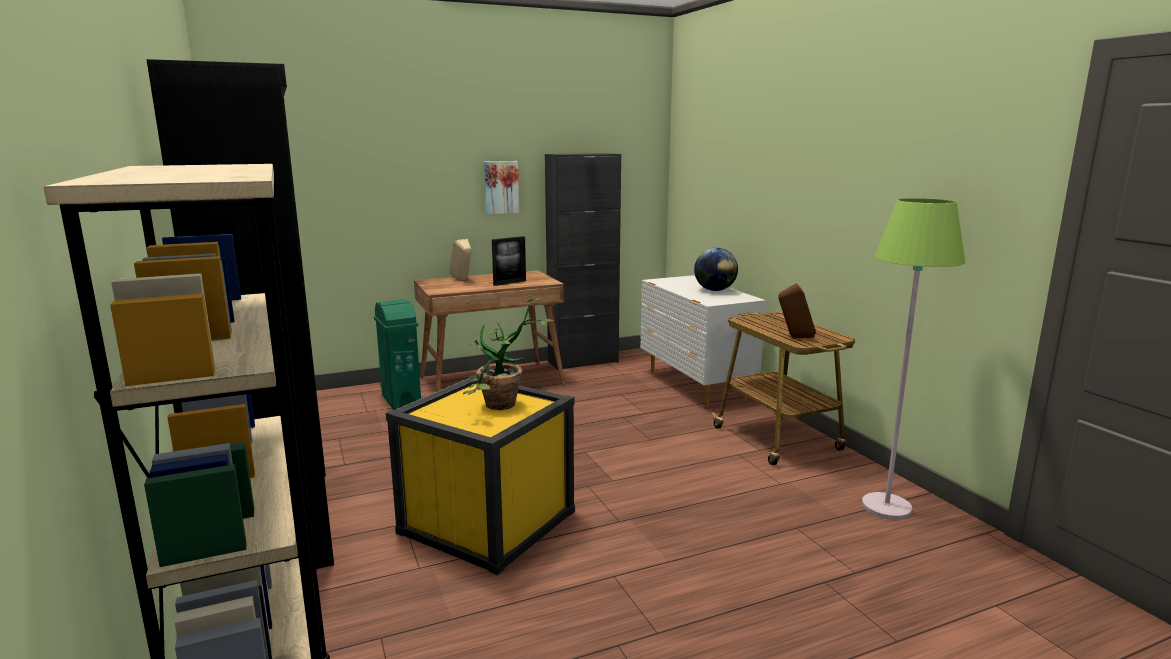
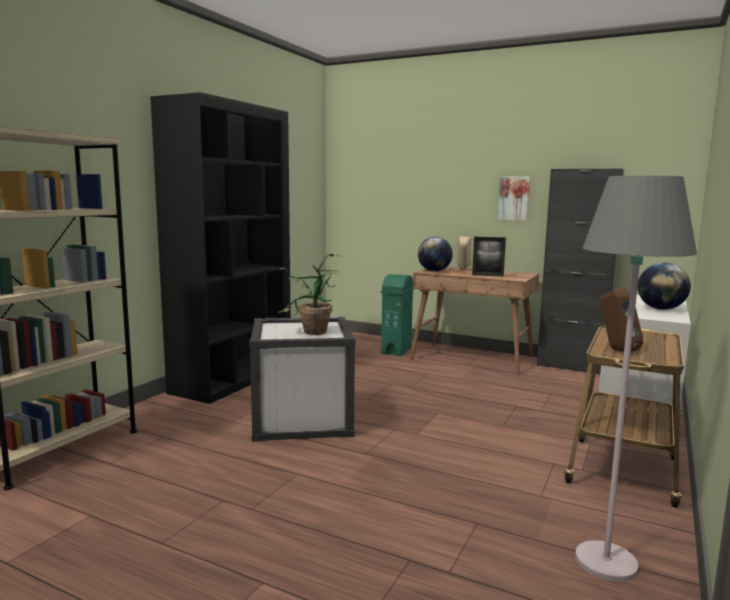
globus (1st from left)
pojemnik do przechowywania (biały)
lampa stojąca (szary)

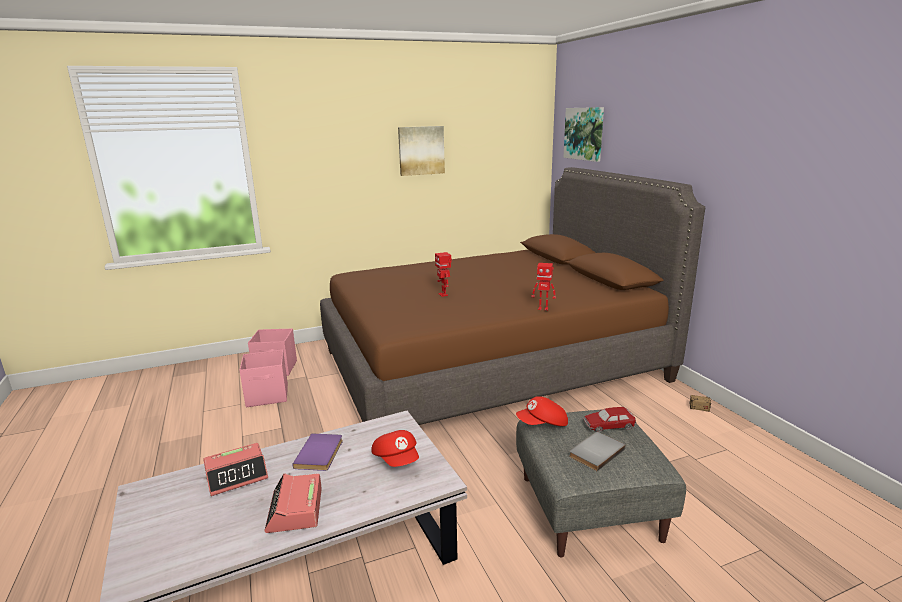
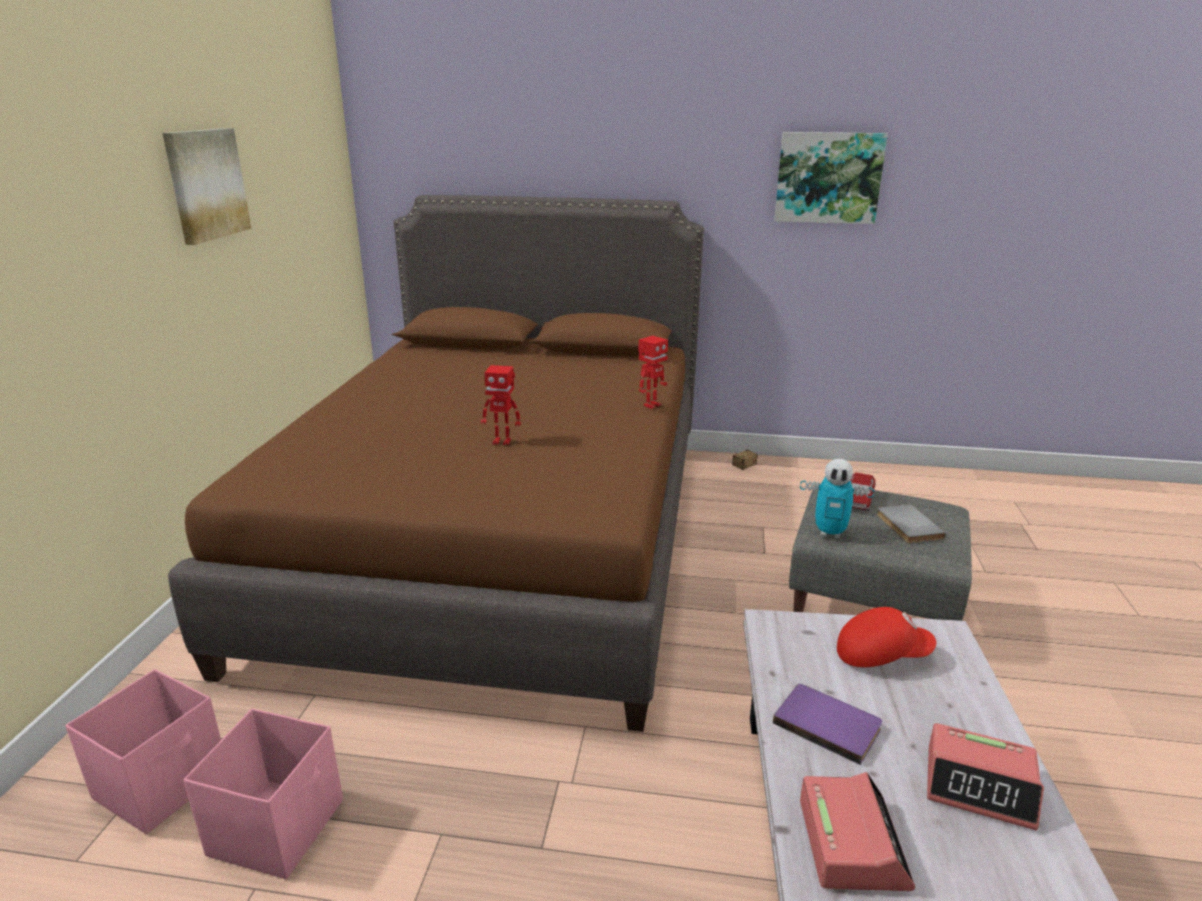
obraz (2nd from left)
robot zabawkowy (3rd from left)

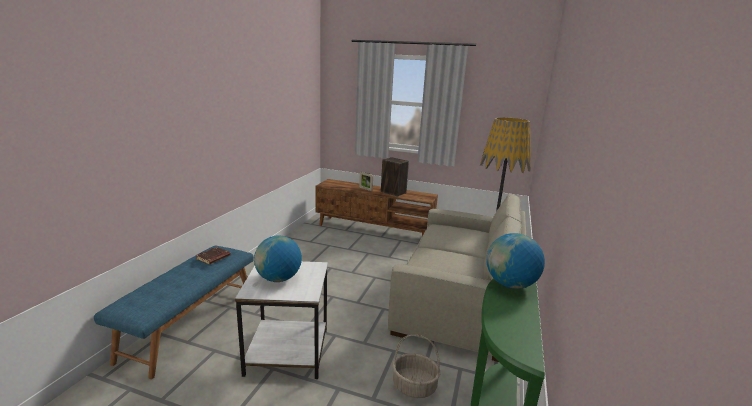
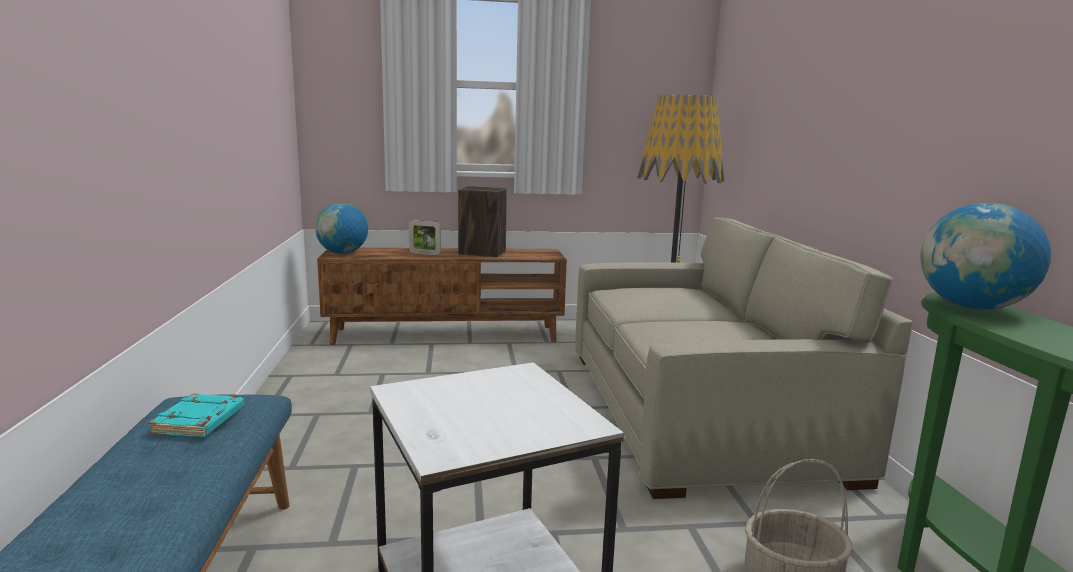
globus (1st from left)
książka (turkusowy)

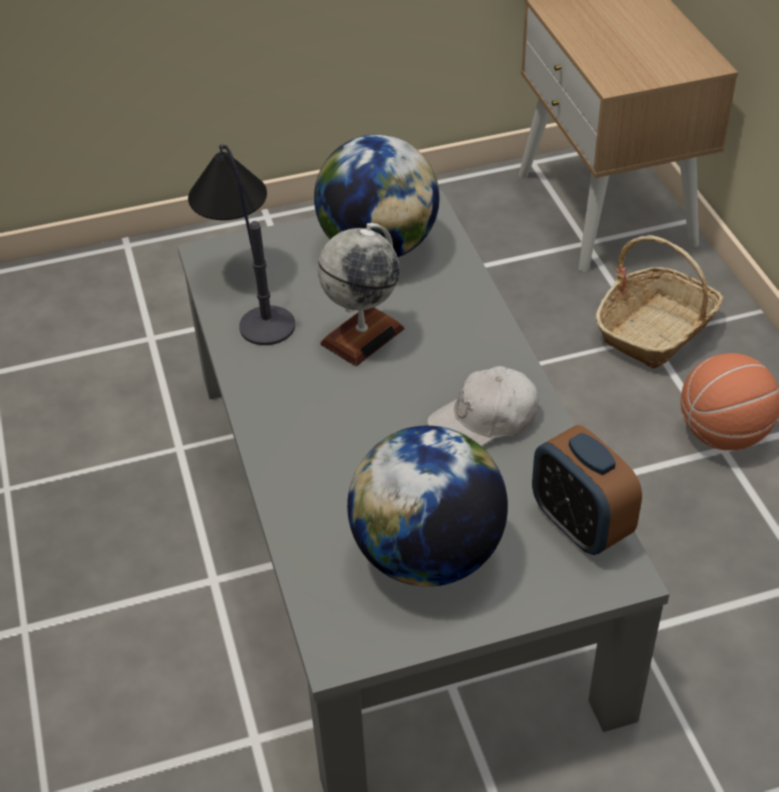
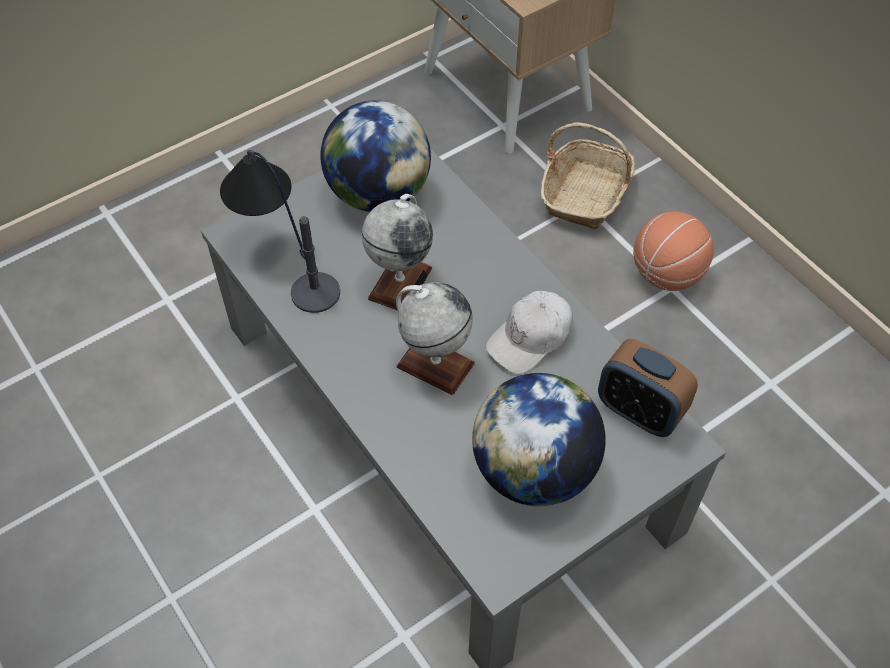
globus (3rd from left)

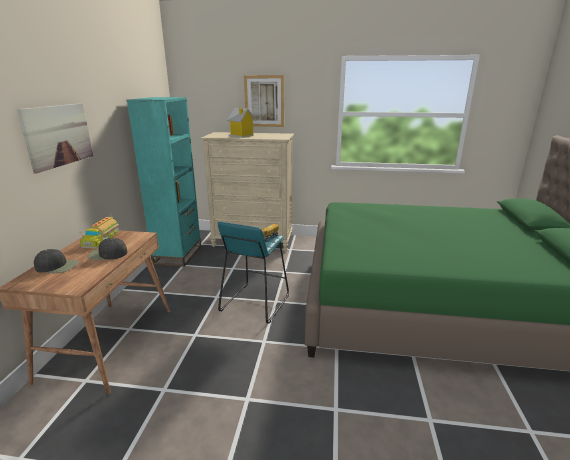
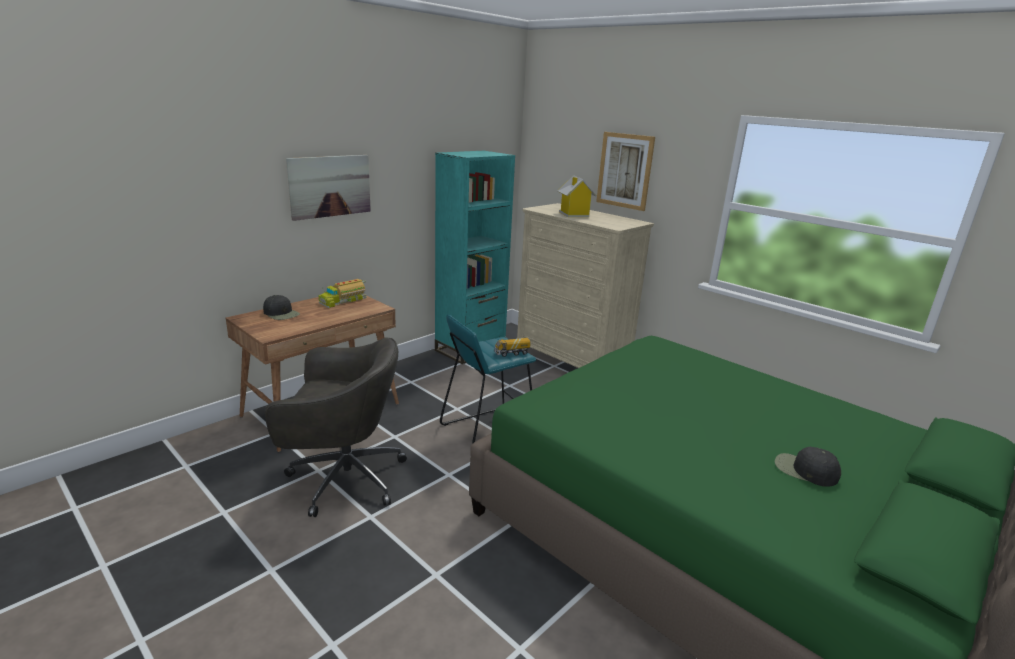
krzesło biurowe (szary)
czapka z daszkiem (czarny) (2nd from left)

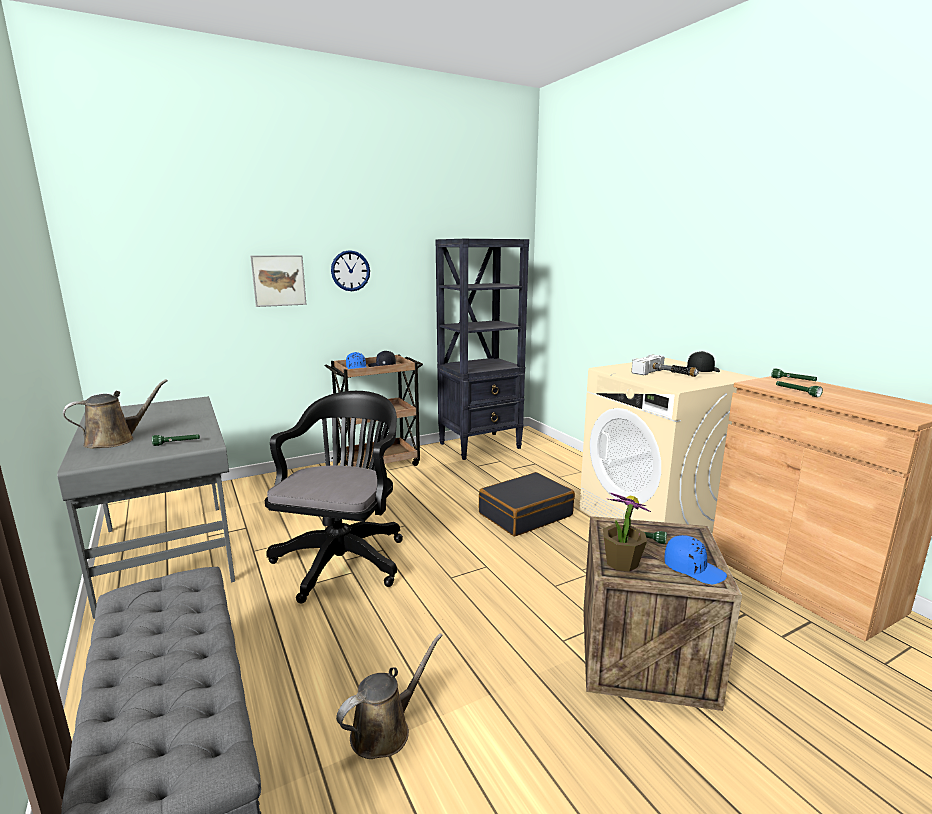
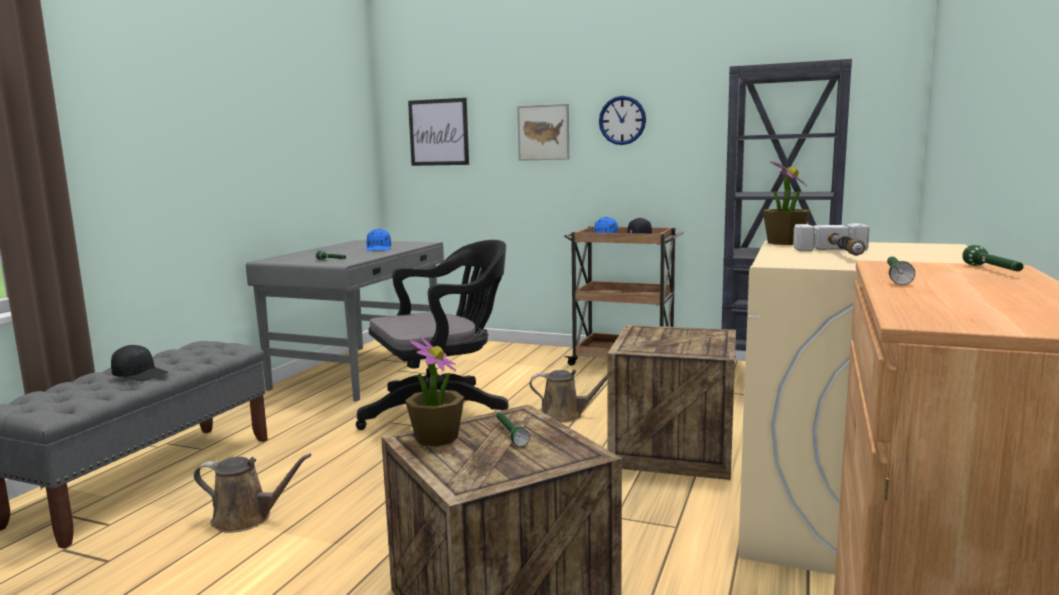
obraz (1st from left)
roślina doniczkowa (2nd from left)
konewka (brązowy) (2nd from left)
czapka z daszkiem (niebieski) (1st from left)
czapka z daszkiem (czarny) (1st from left)
skrzynka (2nd from left)

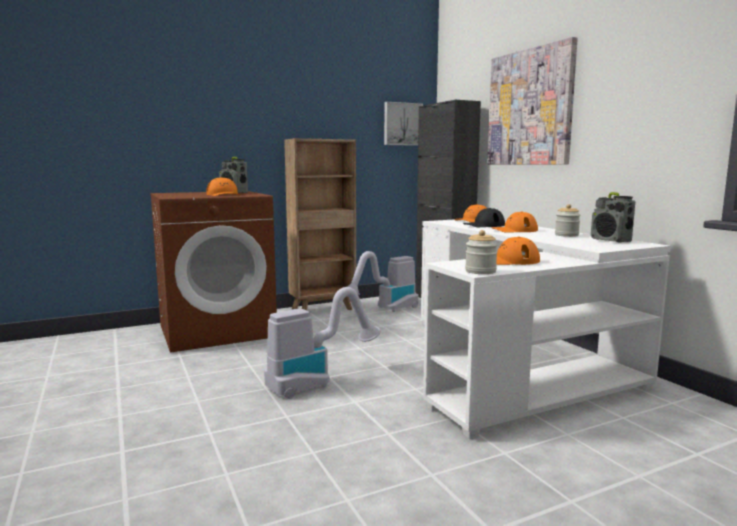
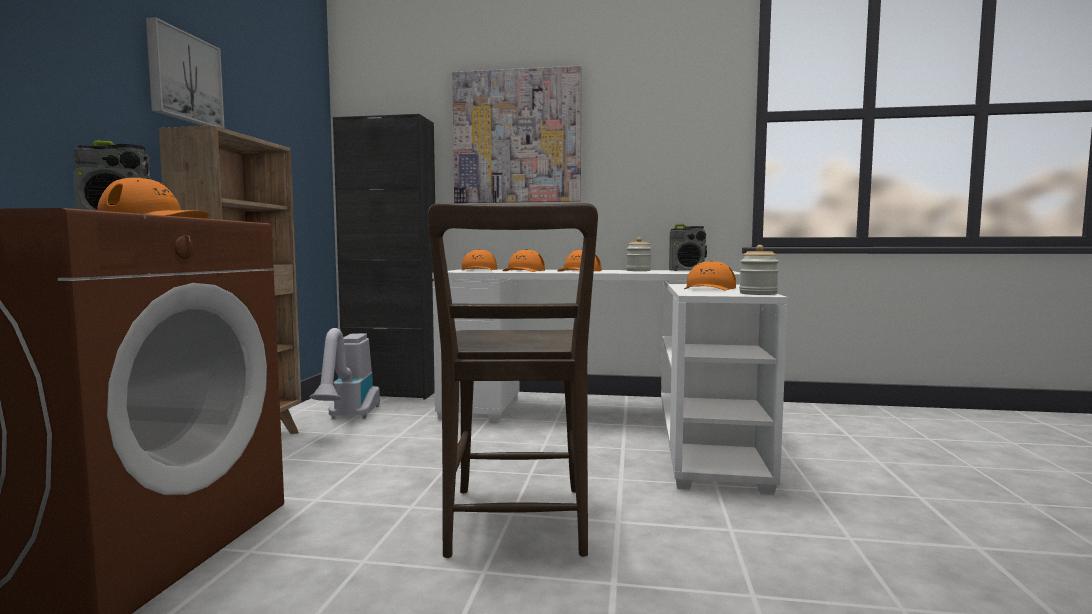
obraz (1st from left)
krzesło (brązowy)
czapka z daszkiem (pomarańczowy) (3rd from left)

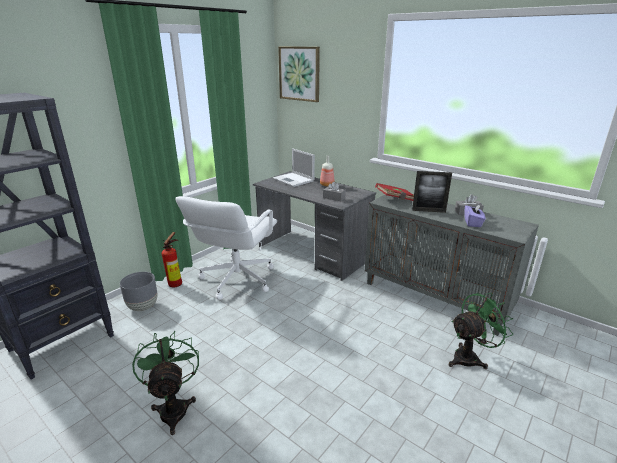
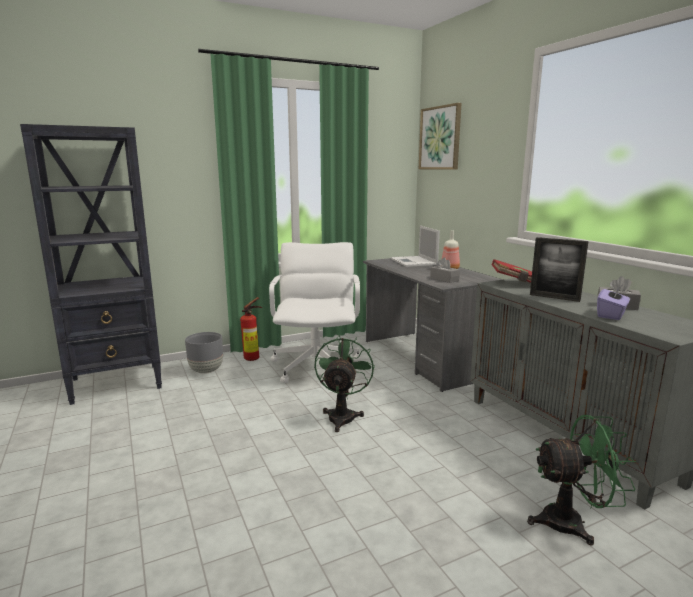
wentylator (zielony) (1st from left)
krzesło biurowe (biały)

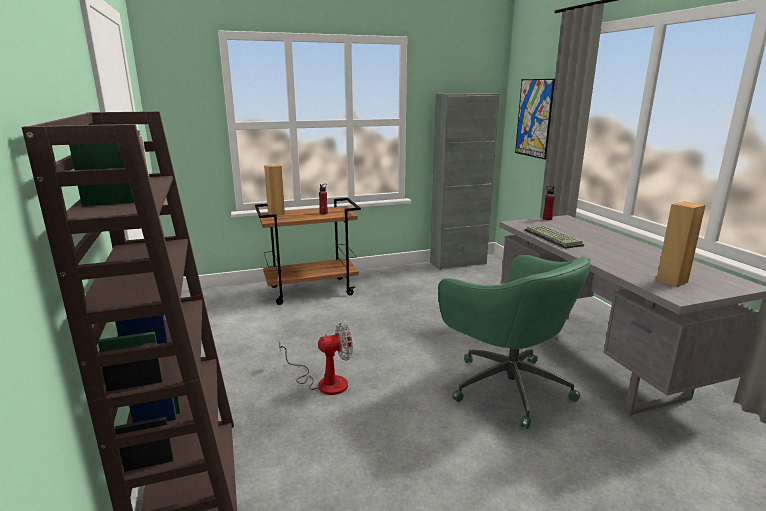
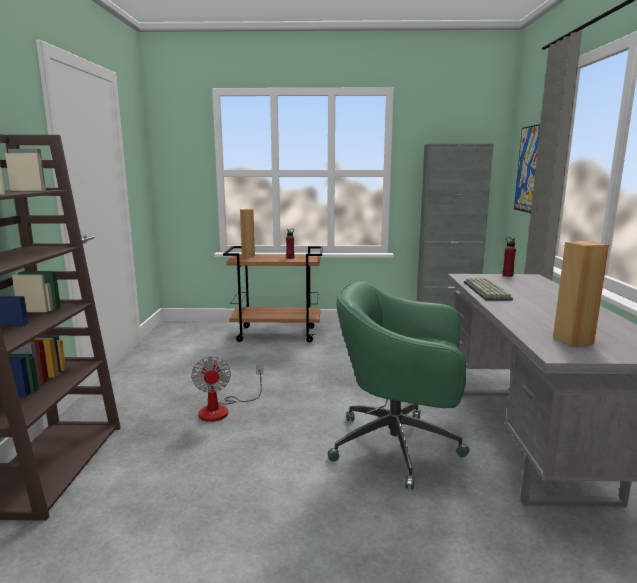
wentylator
krzesło biurowe (zielony)

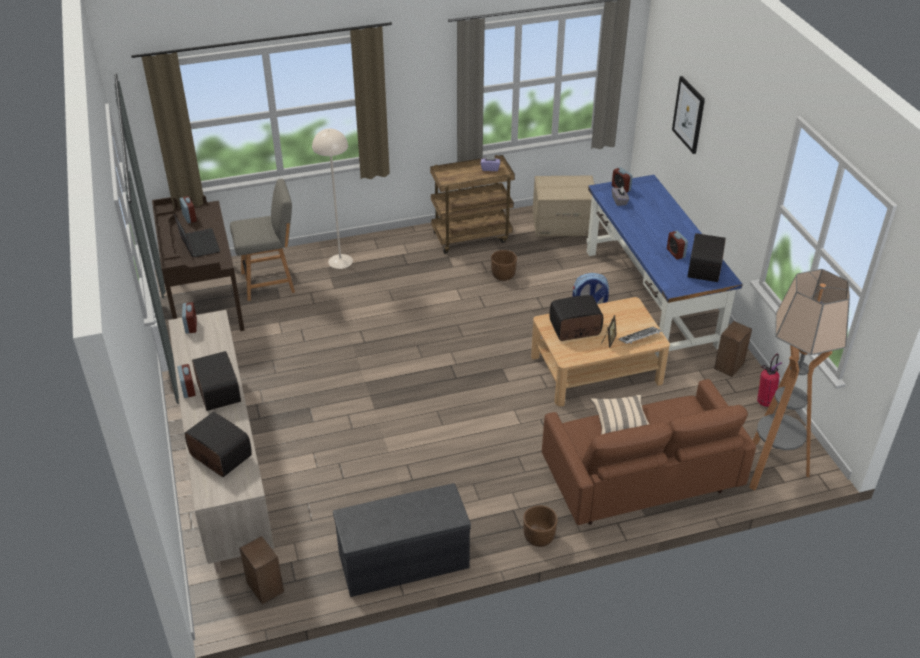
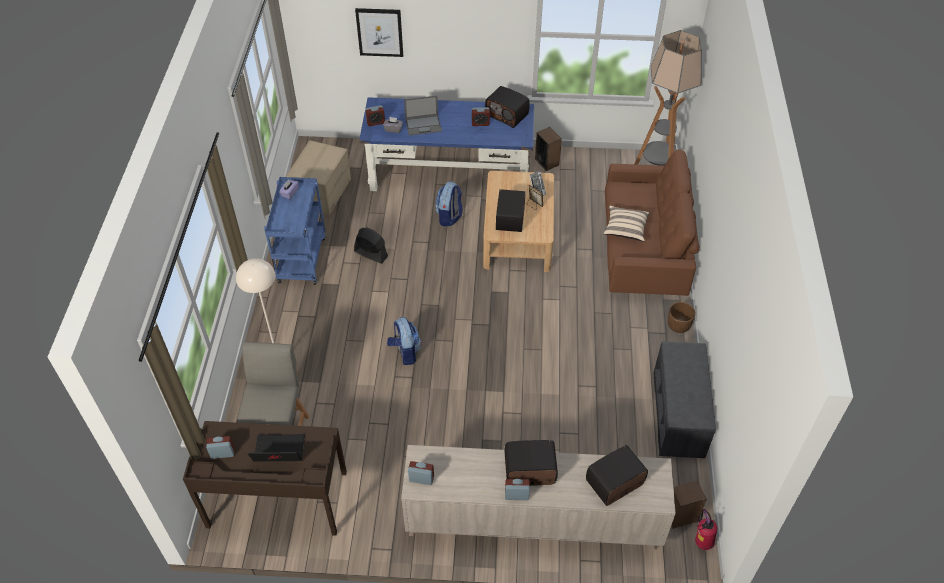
plecak (1st from left)
laptop (2nd from left)
gaśnica
wentylator (czarny)
wózek (niebieski)

